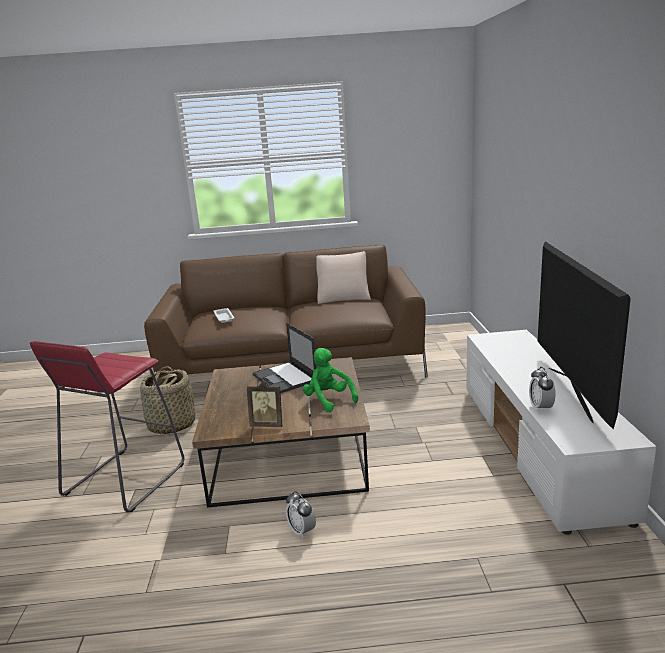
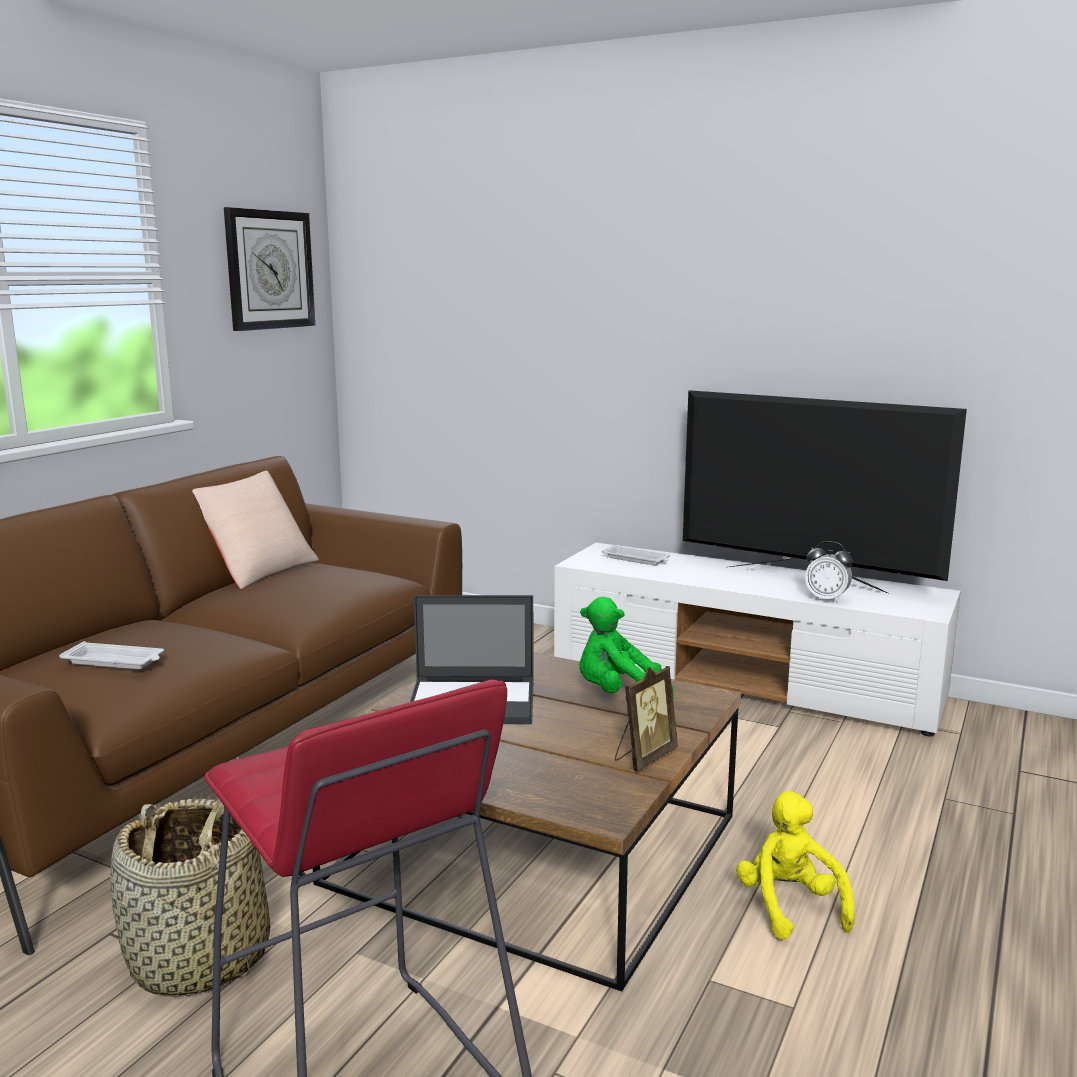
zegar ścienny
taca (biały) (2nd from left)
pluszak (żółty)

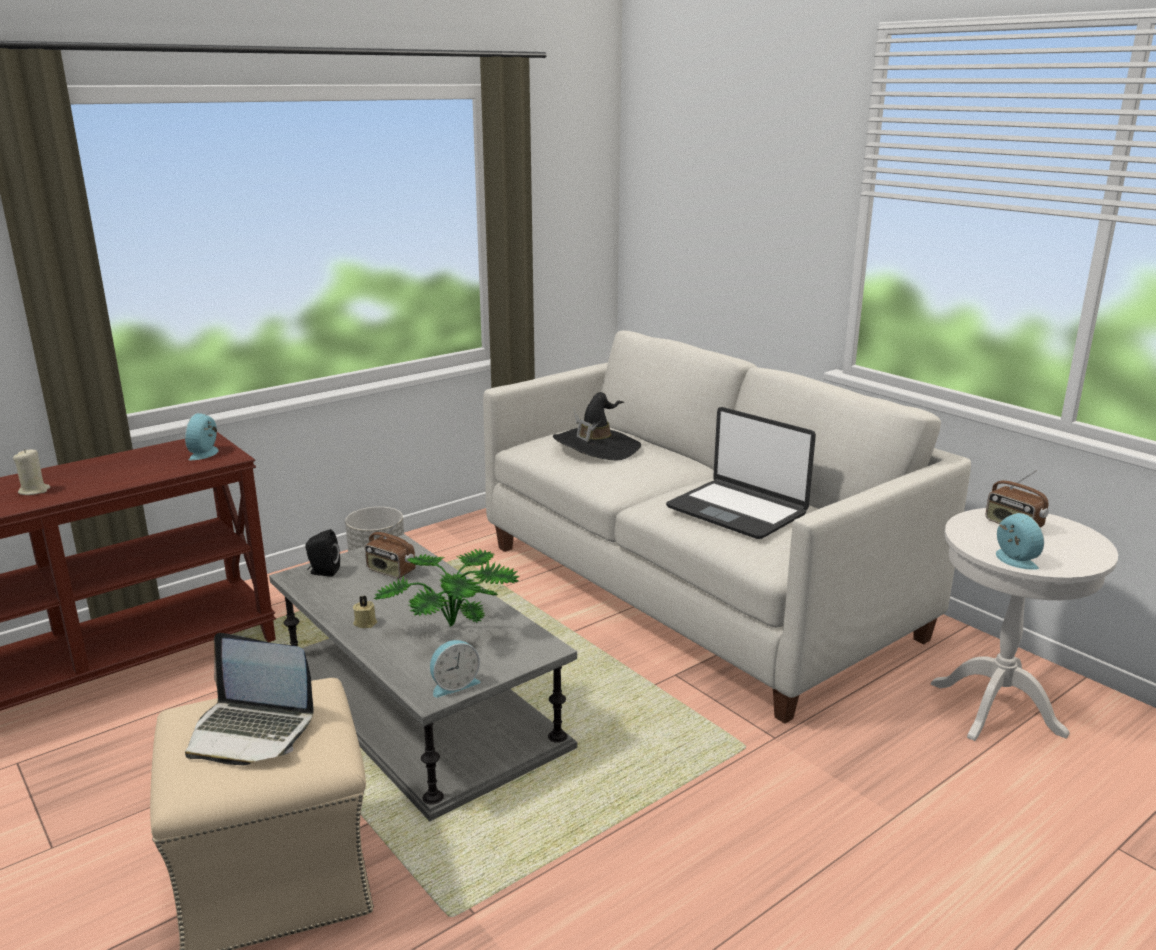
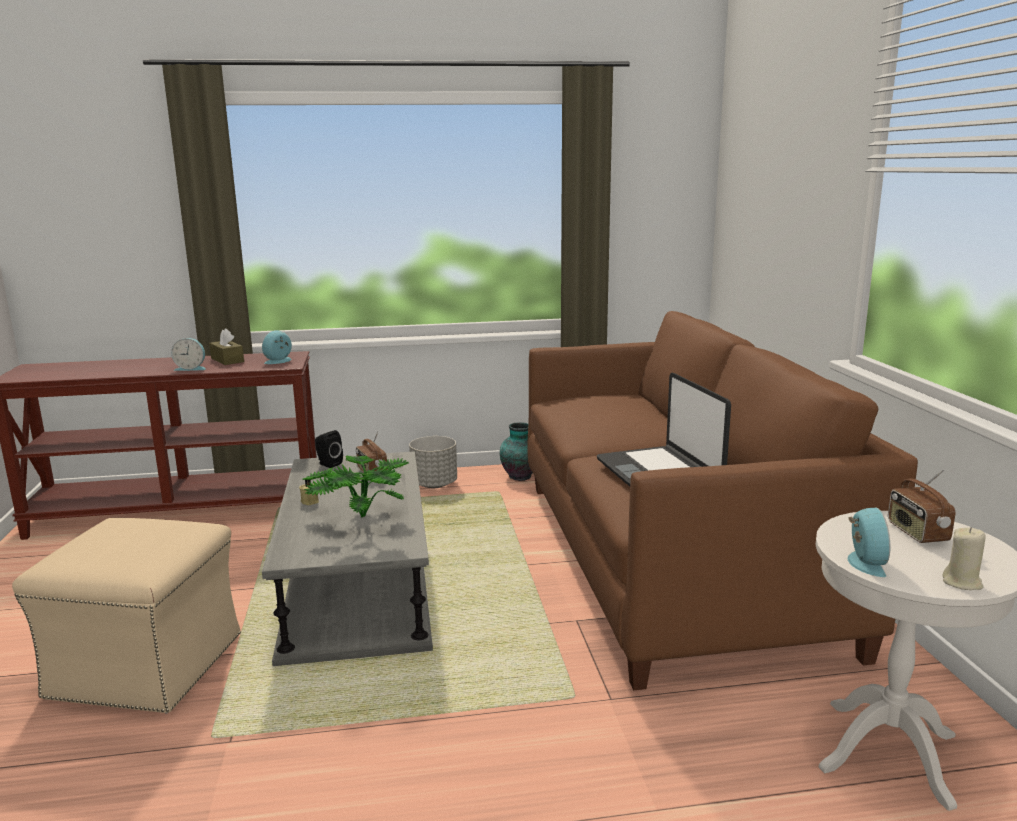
laptop (1st from left in the first image)
kapelusz (czarny)
pudełko chusteczek (brązowy)
wazon
świeca (beżowy) (2nd from left)
budzik (1st from left)
kanapa (brązowy)

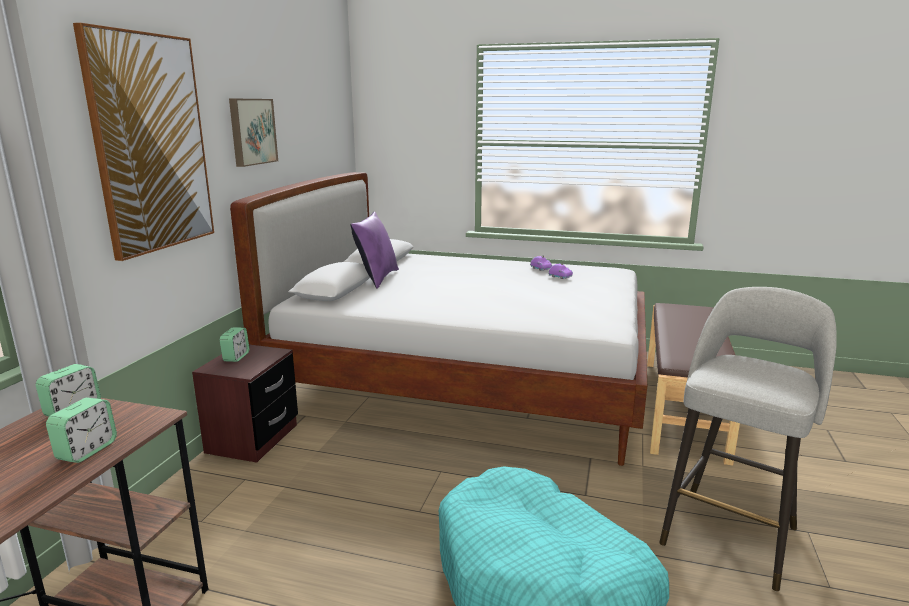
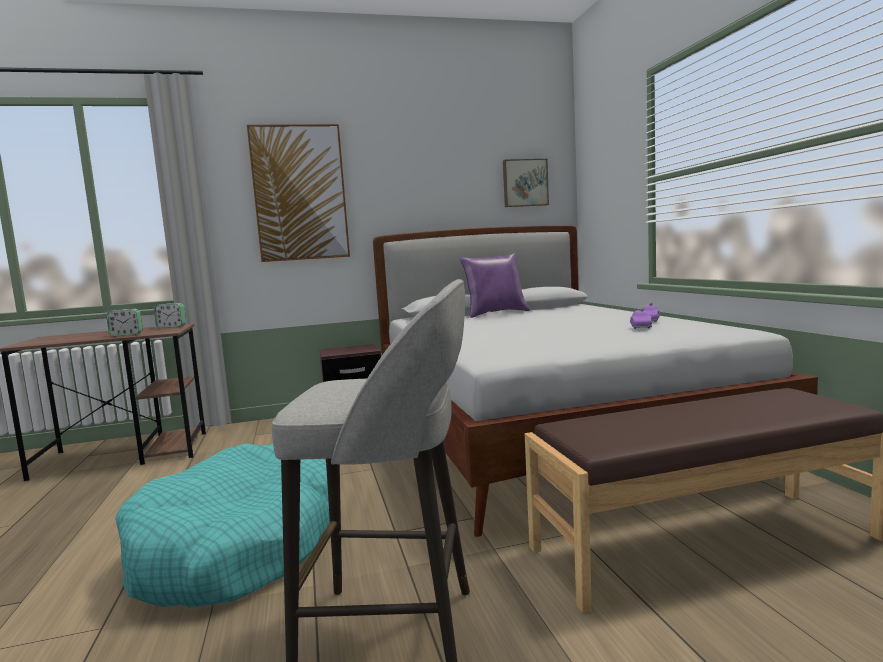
budzik (3rd from left in the first image)
obraz (2nd from left)

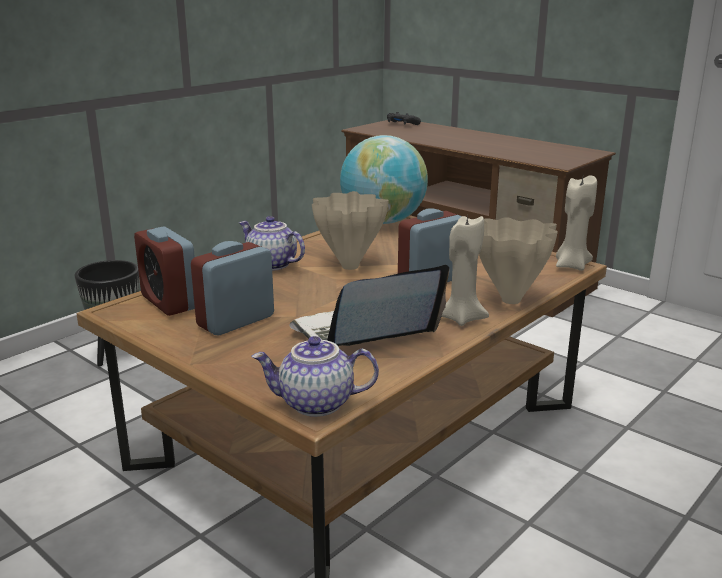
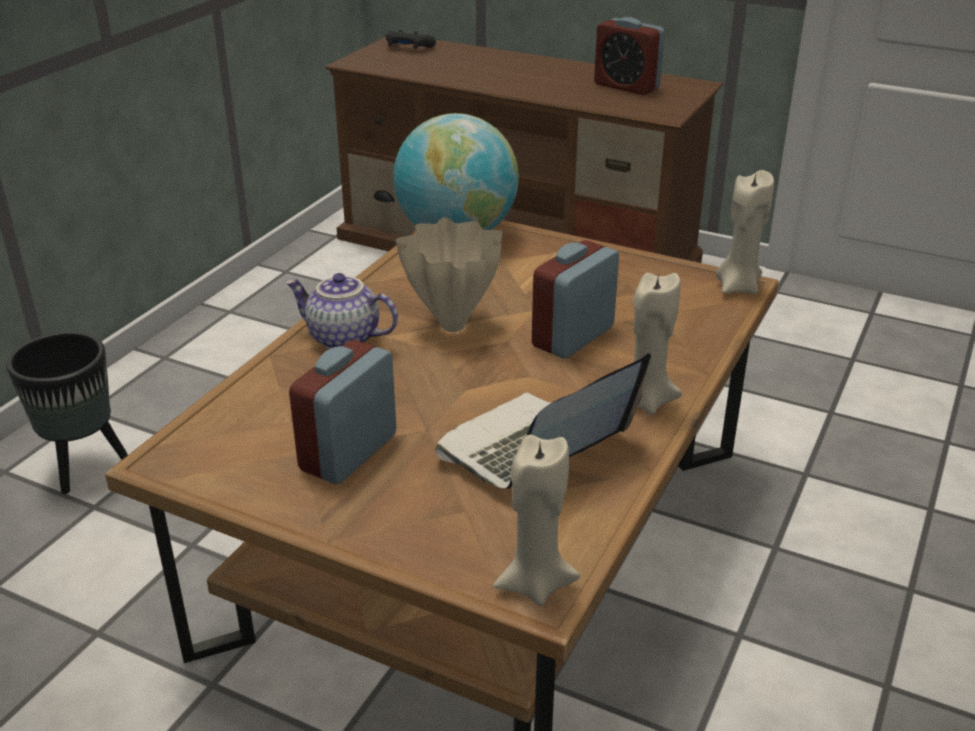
wazon (beżowy) (2nd from left in the first image)
budzik (3rd from left)
świeca (beżowy) (1st from left)

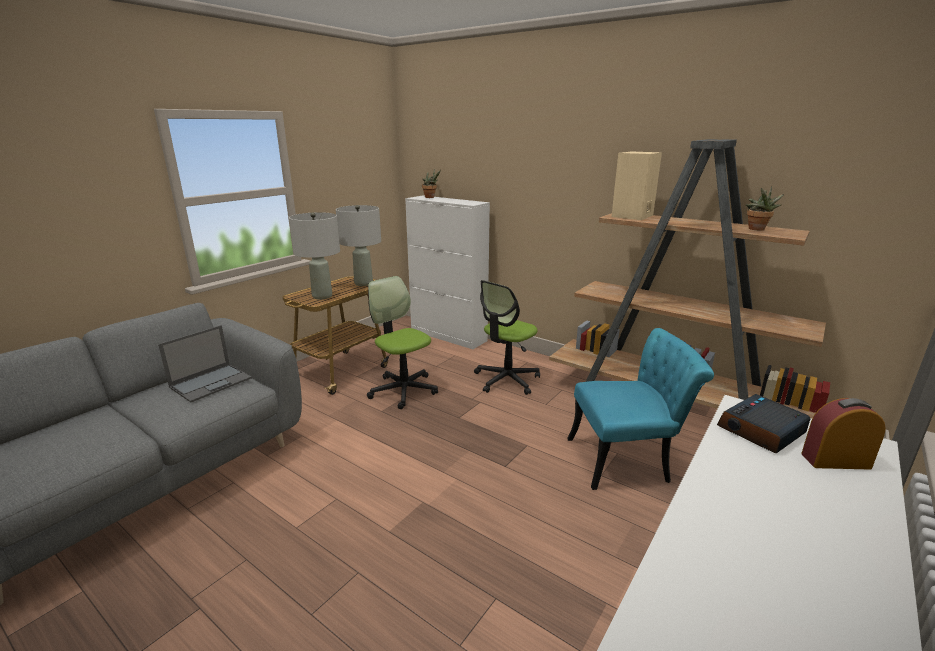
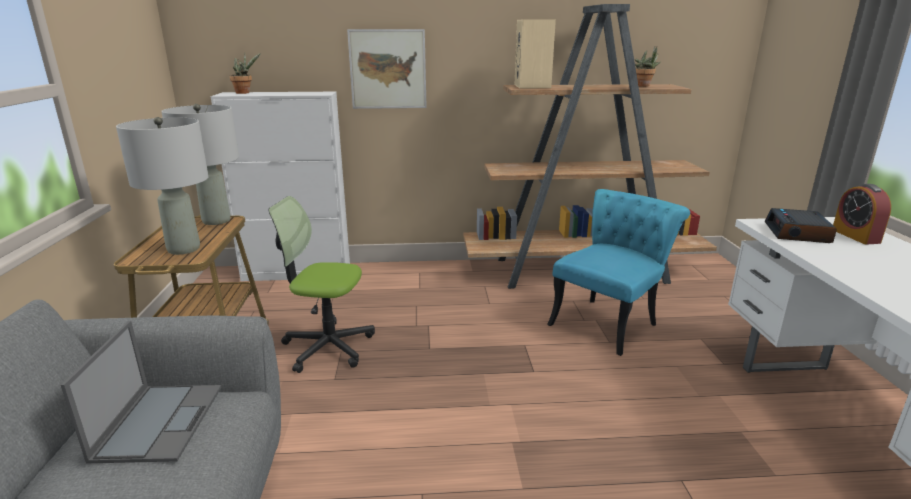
krzesło biurowe (2nd from left in the first image)
obraz
budzik (2nd from left)

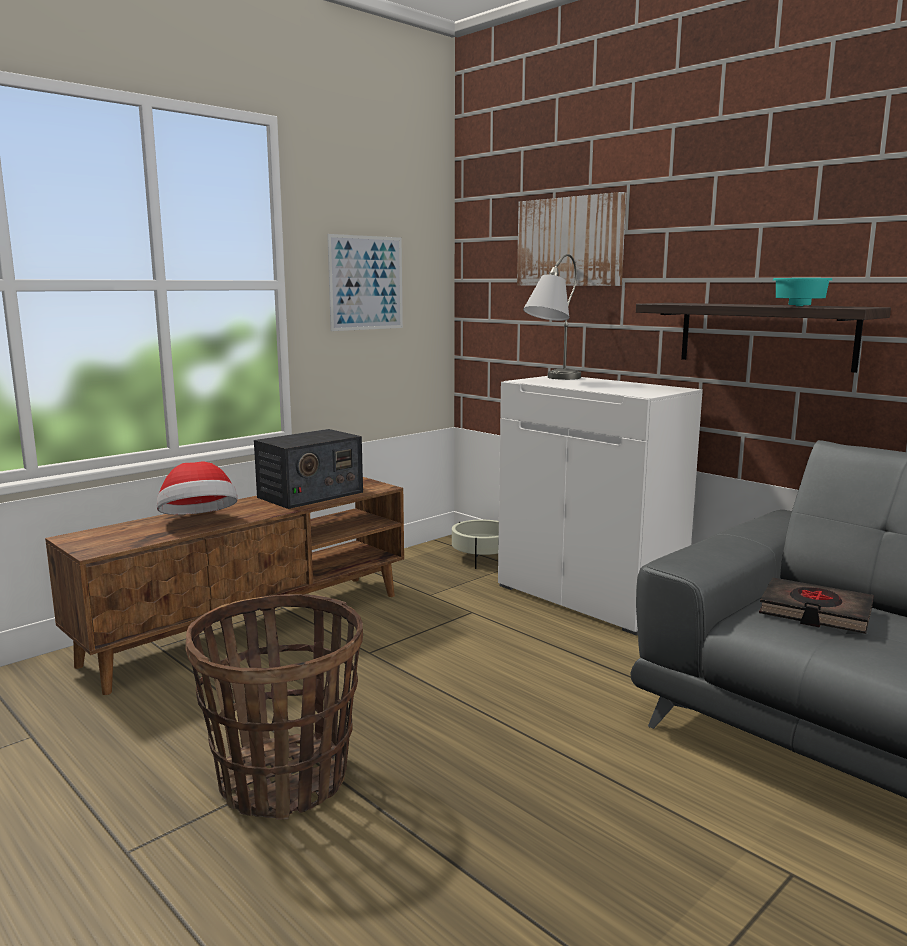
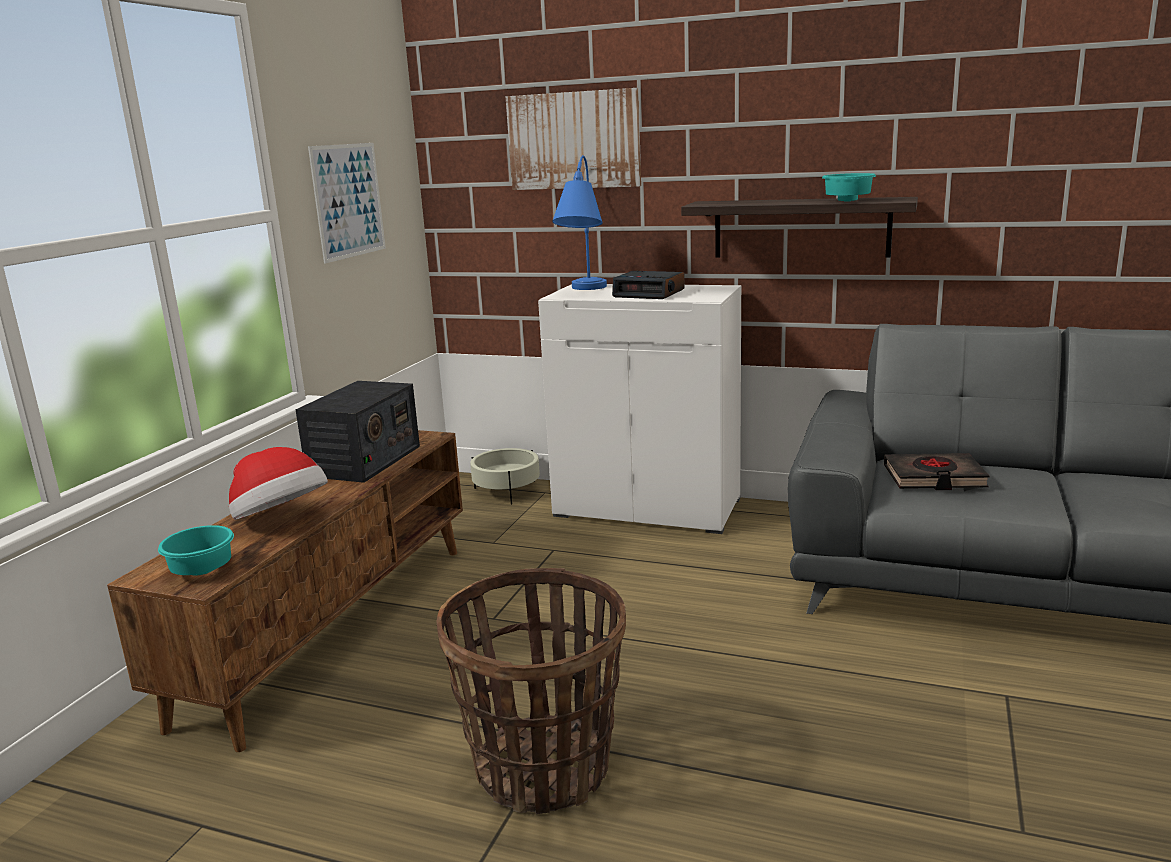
miska (turkusowy) (1st from left)
budzik
lampa stołowa (niebieski)

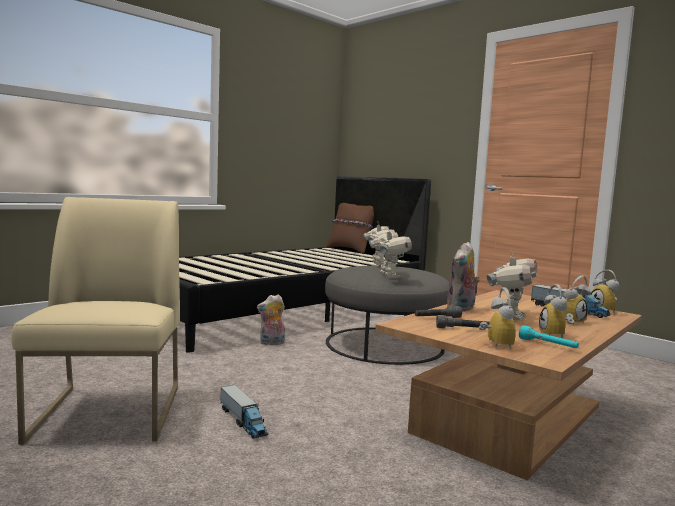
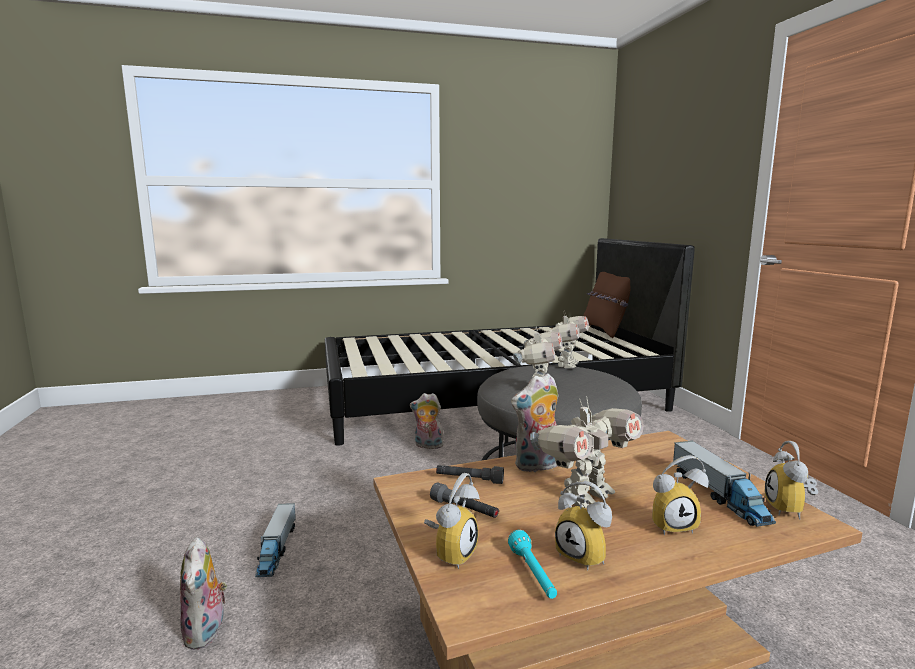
krzesło (beżowy)
pluszak (1st from left)
budzik (2nd from left)

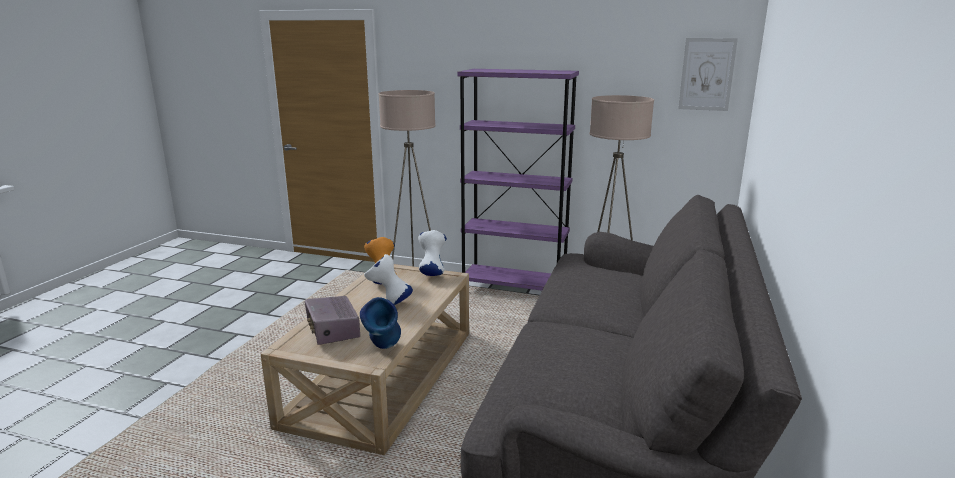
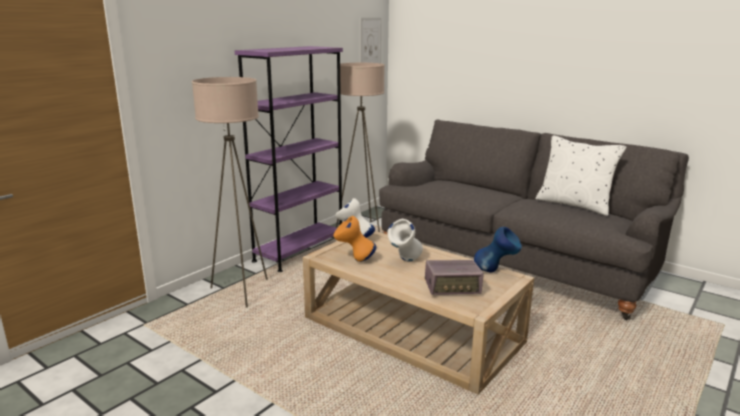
poduszka (biały)

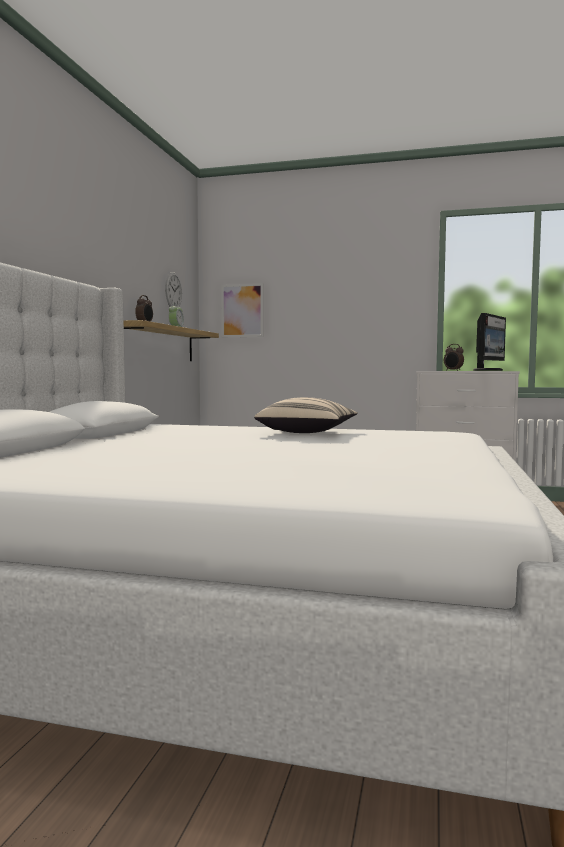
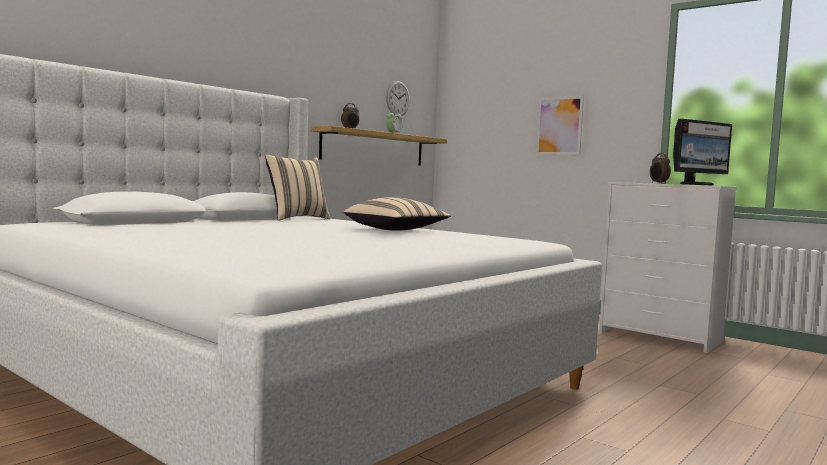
poduszka (beżowy) (1st from left)
obraz

